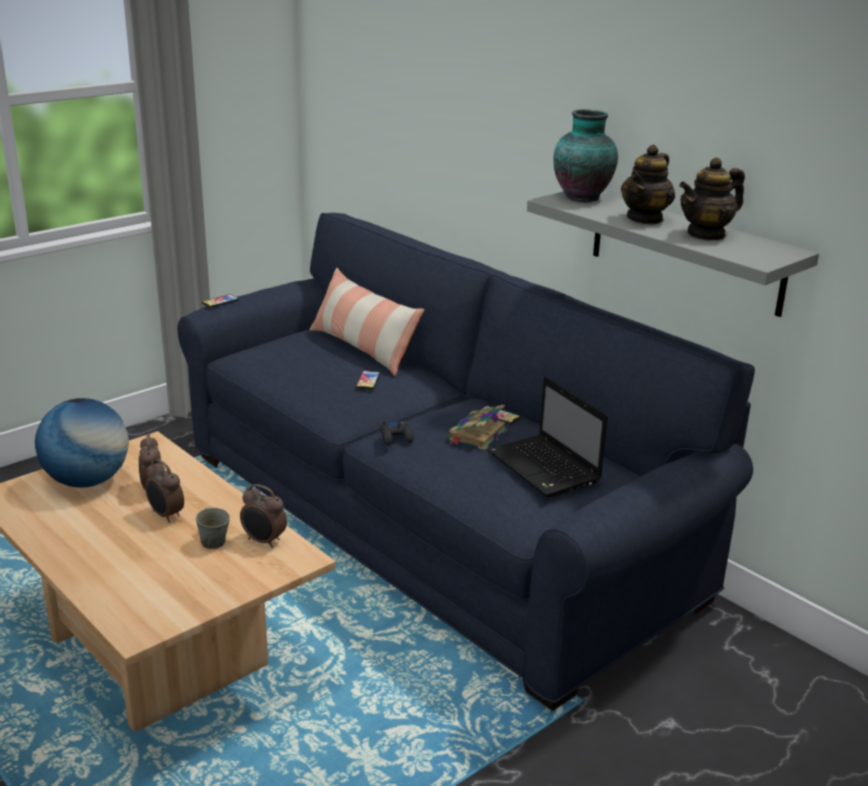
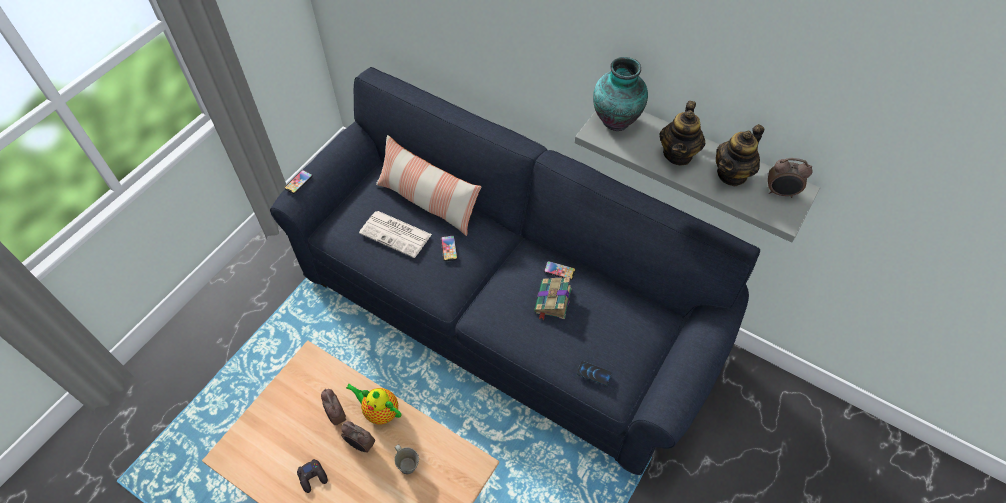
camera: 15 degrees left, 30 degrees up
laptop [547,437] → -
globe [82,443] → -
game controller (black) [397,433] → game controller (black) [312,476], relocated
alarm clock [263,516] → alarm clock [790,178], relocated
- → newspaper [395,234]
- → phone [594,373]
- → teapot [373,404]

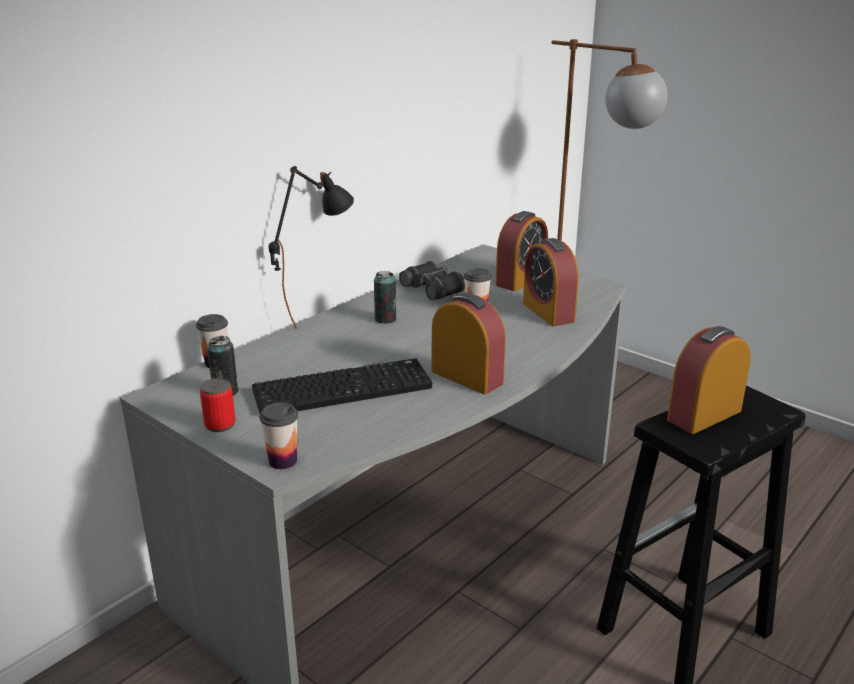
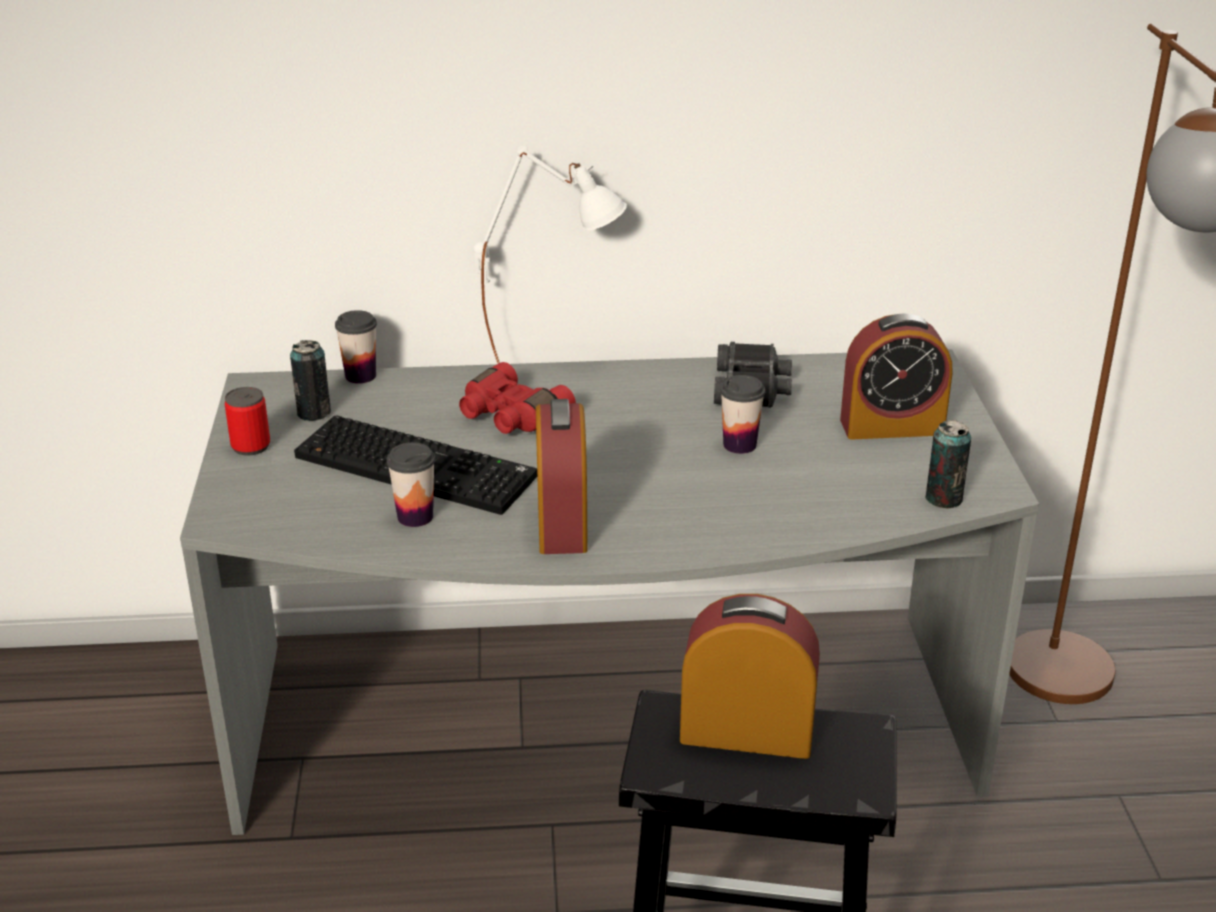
camera: 45 degrees right, 5 degrees up
table lamp (black) [311,247] → table lamp (white) [550,254]
alarm clock [551,282] → -
can [385,297] → can [948,464], relocated
cup [279,436] → cup [411,484], relocated
- → binoculars (red) [517,398]

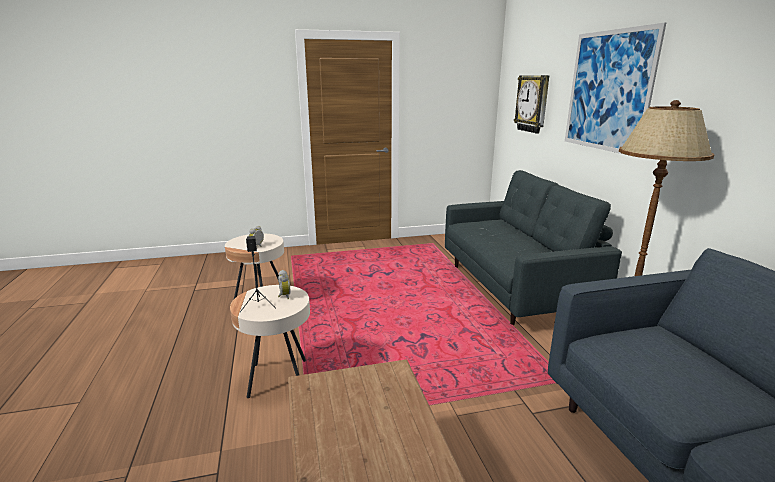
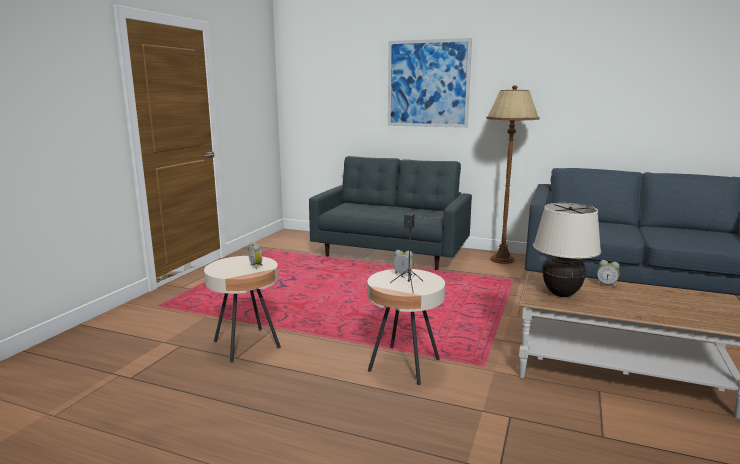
camera: 55 degrees left, 5 degrees down
wall clock [531,104] → -
- → table lamp (beige) [567,250]
- → alarm clock [608,274]

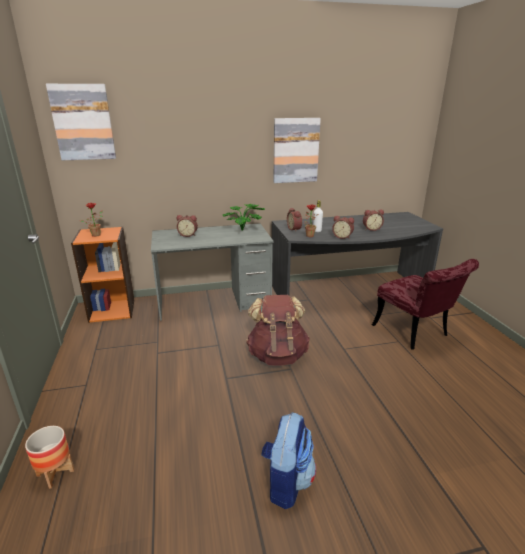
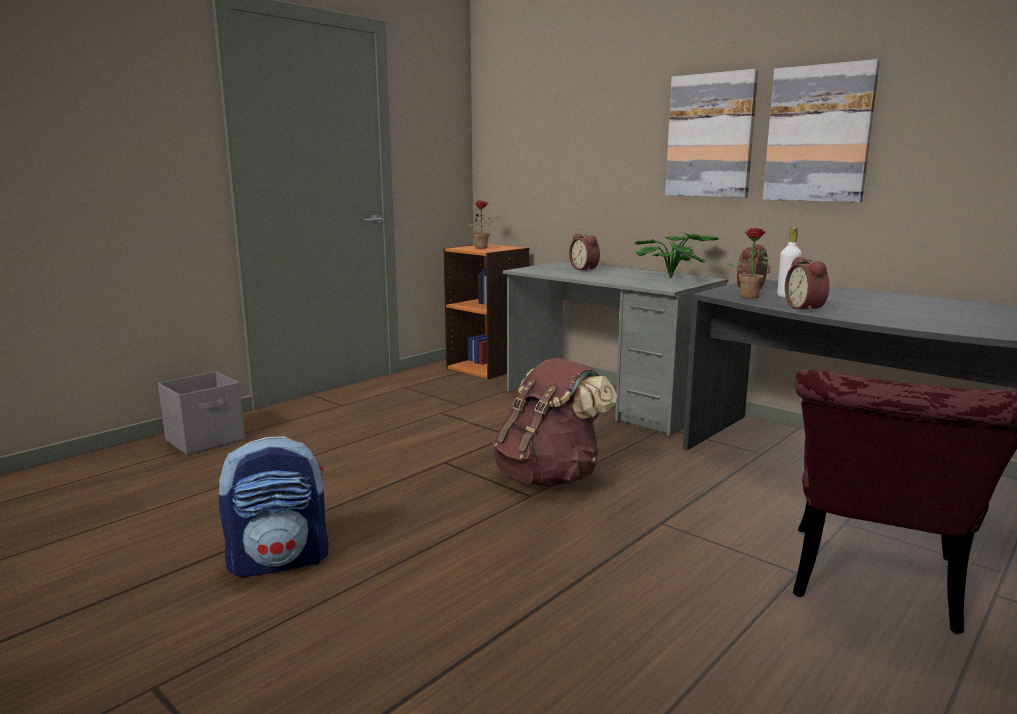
camera: 55 degrees right, 10 degrees down
picture [81,122] → picture [711,133], relocated
alarm clock [373,220] → -
planter [49,457] → storage box (grey) [201,413]

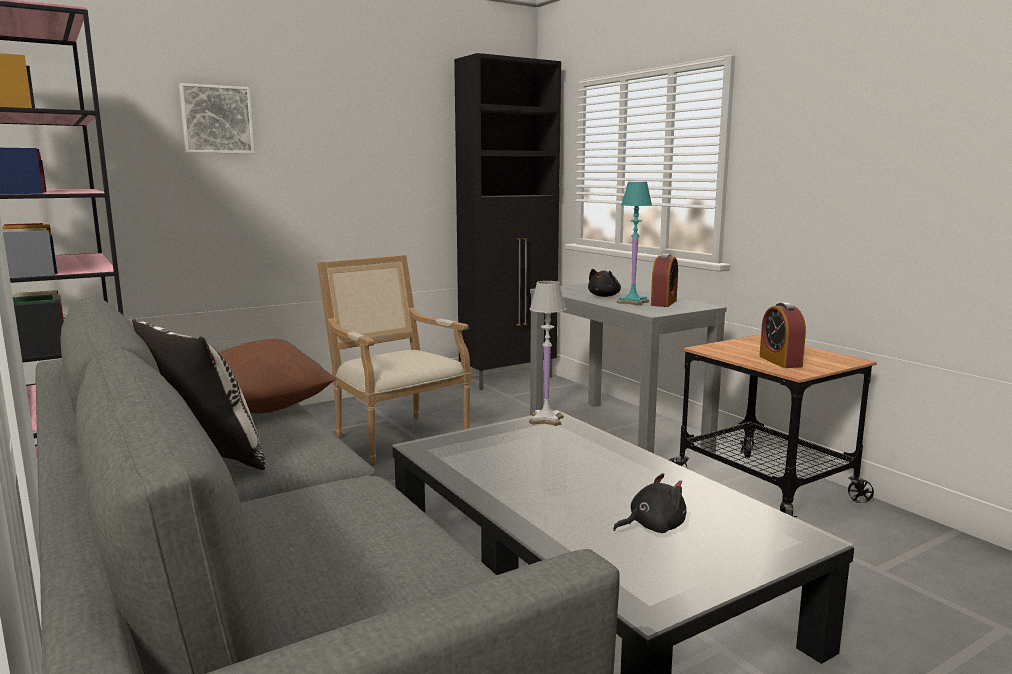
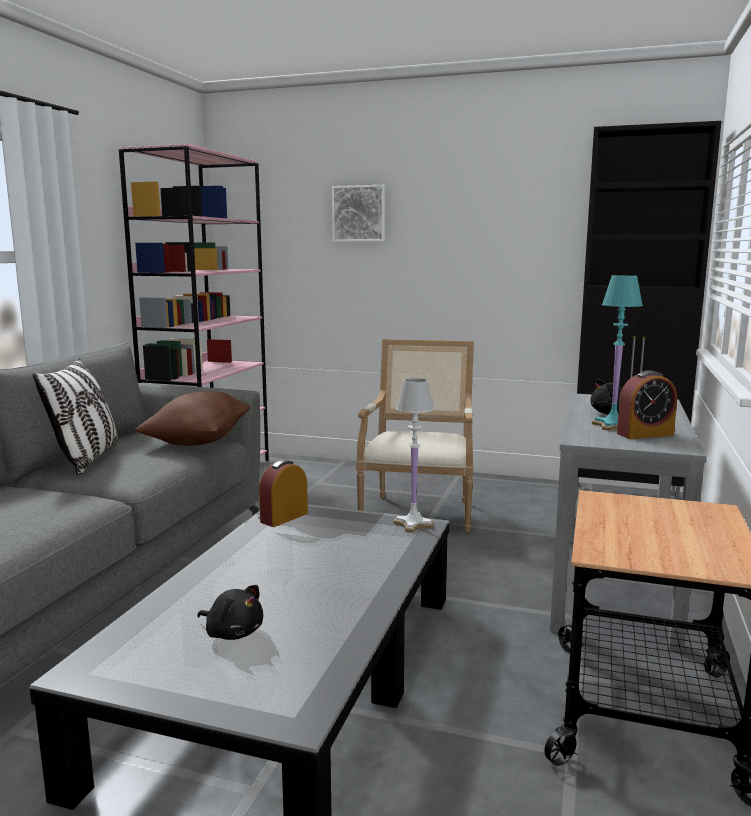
camera: 50 degrees right, 0 degrees up
alarm clock [782,335] → alarm clock [283,493], relocated

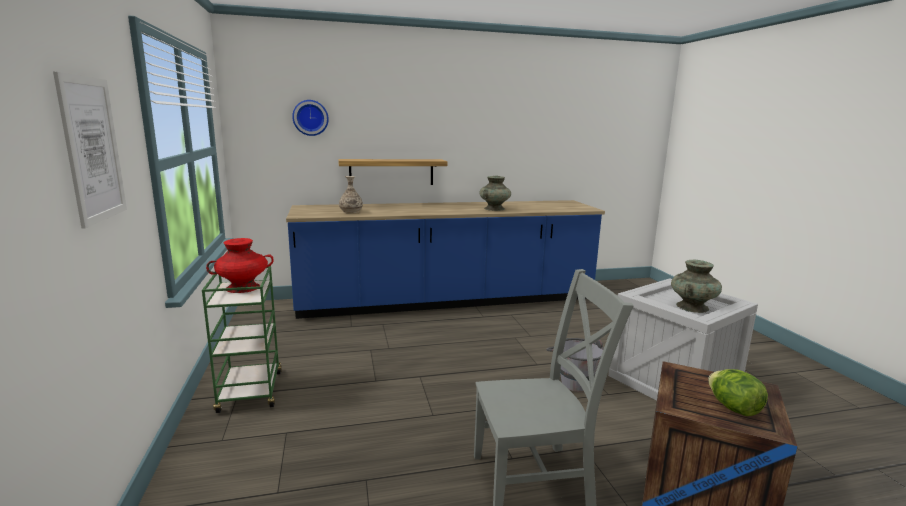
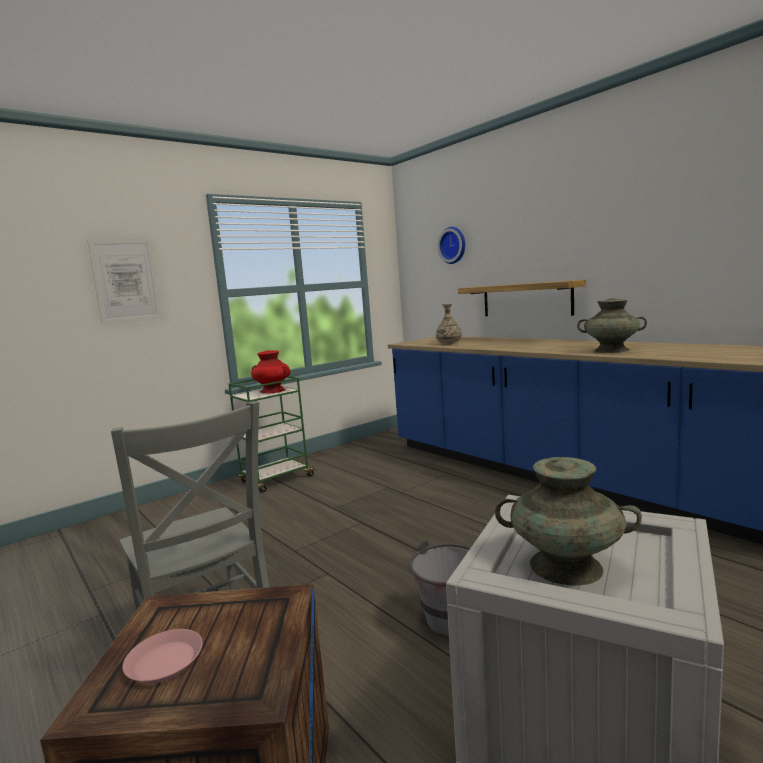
camera: 65 degrees right, 5 degrees down
lettuce [738,392] → plate (pink) [162,656]

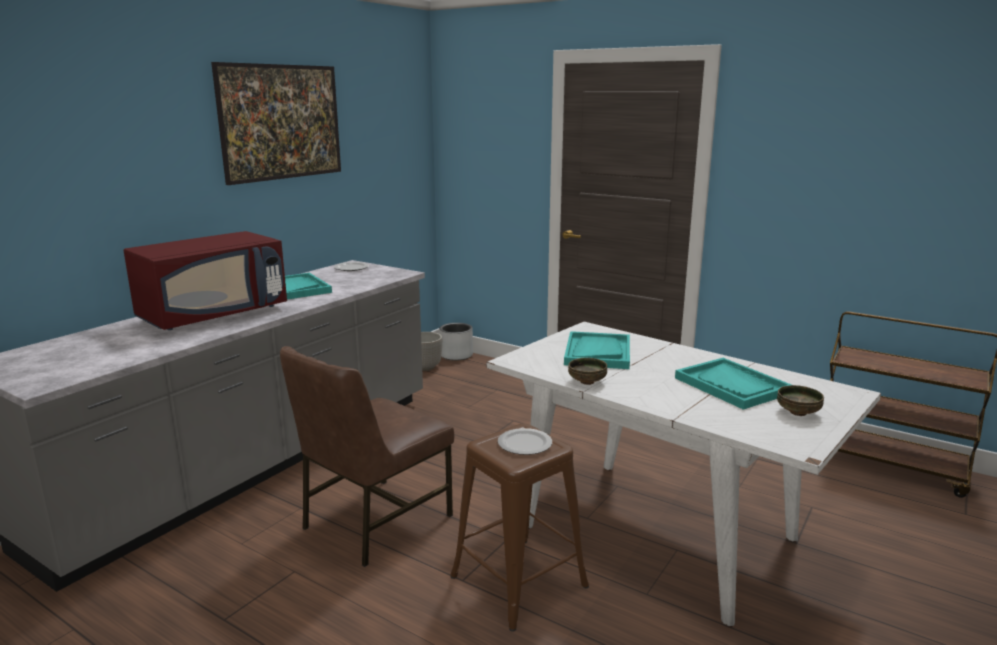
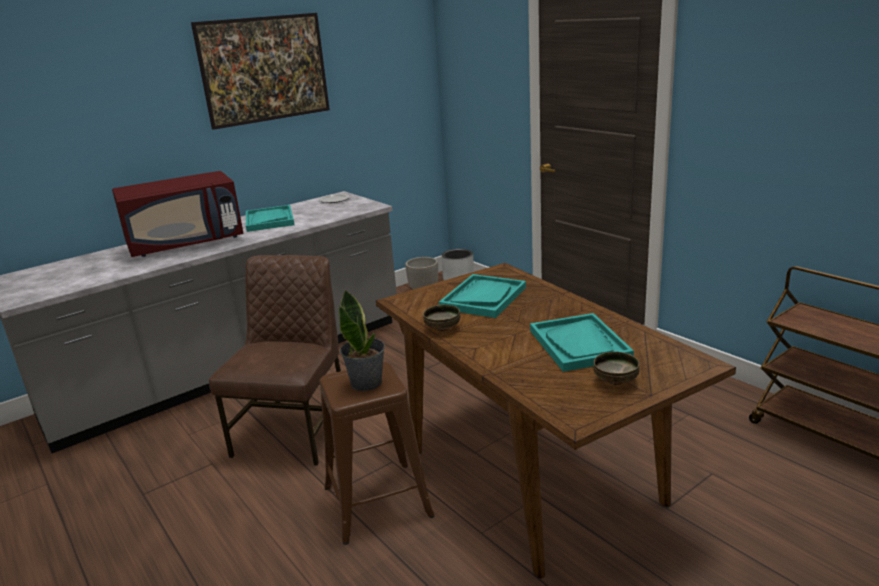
camera: 20 degrees right, 5 degrees up
dining table (white) [683,474] → dining table (brown) [556,421]
chair (brown) [367,456] → chair (brown) [275,360], 135 degrees clockwise
plate [525,441] → potted plant [362,340]

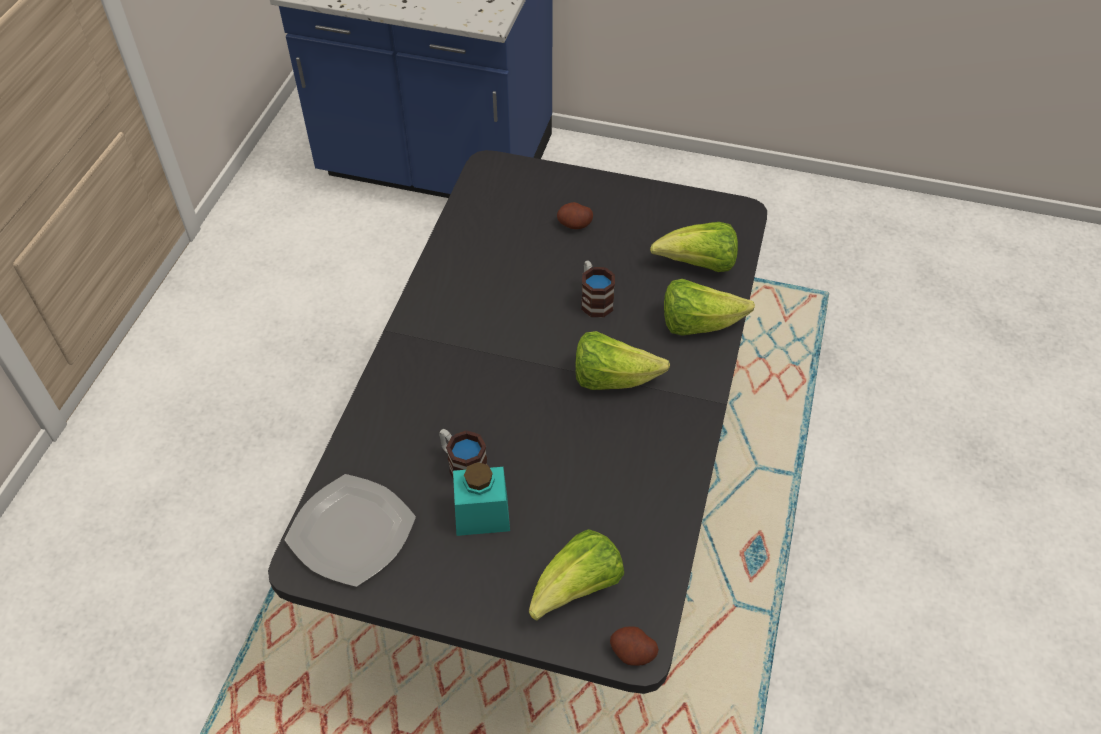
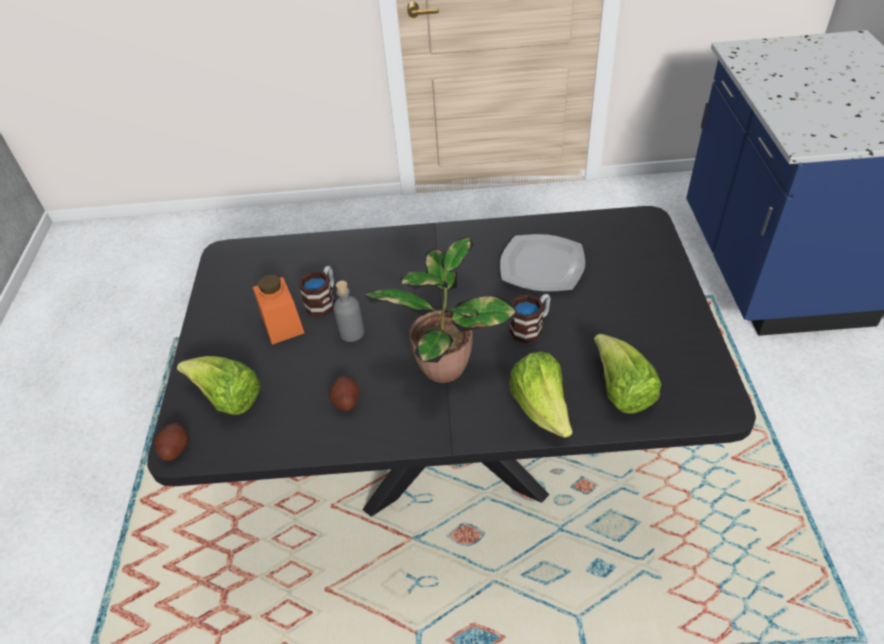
camera: 75 degrees right, 5 degrees down
potato [575,215] → potato [344,393], relocated
lettuce [622,360] → potted plant [440,310]
jar (turquoise) [481,499] → jar (orange) [278,310]
plate [350,530] → plate [542,262], relocated
- → bottle (grey) [348,311]

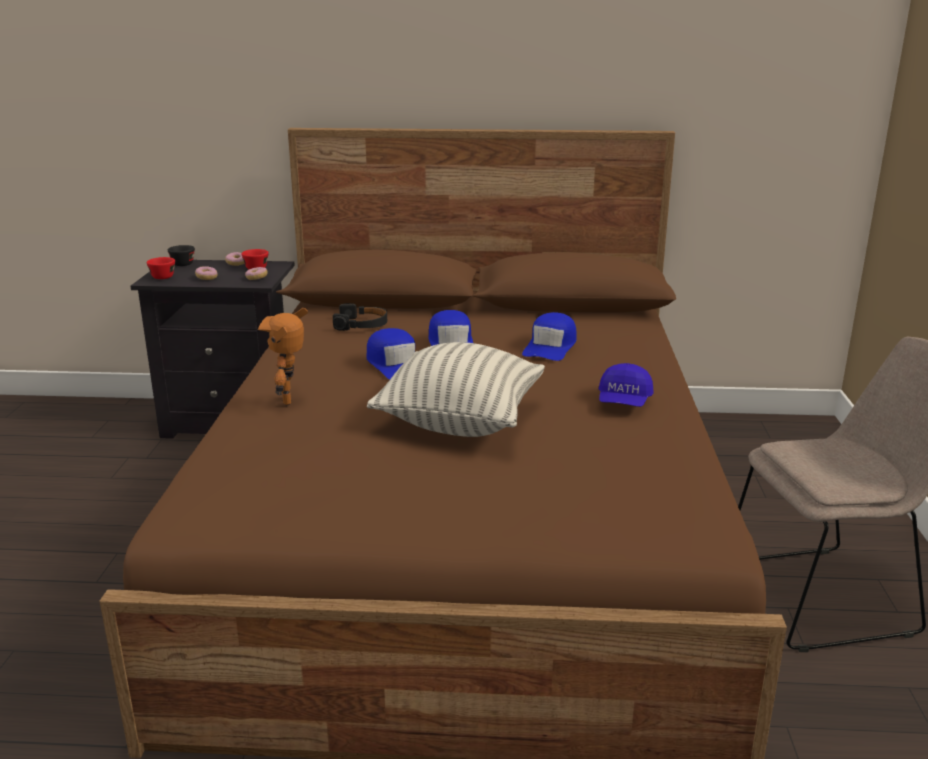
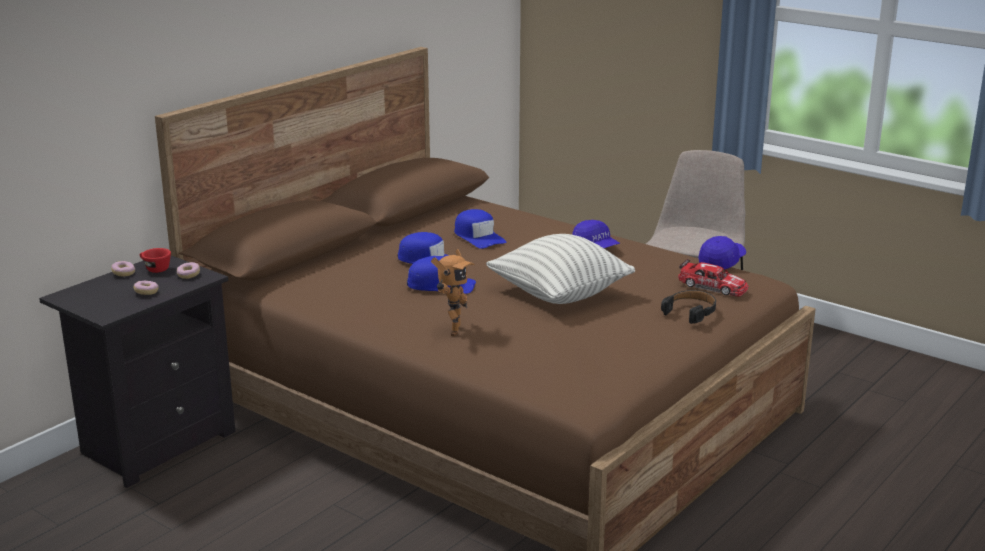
camera: 55 degrees left, 0 degrees up
cup (black) [181,255] → -
cup (red) [161,268] → -
headphones (black) [360,317] → headphones (black) [688,307], relocated
toy robot [283,357] → toy robot [453,292], 105 degrees counterclockwise
- → cap (blue) [722,253]
- → toy car [713,278]

